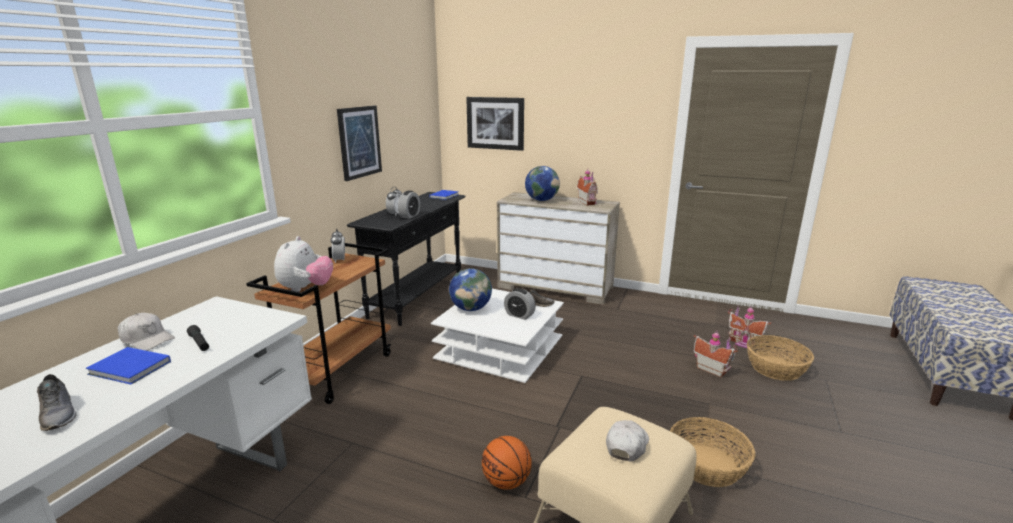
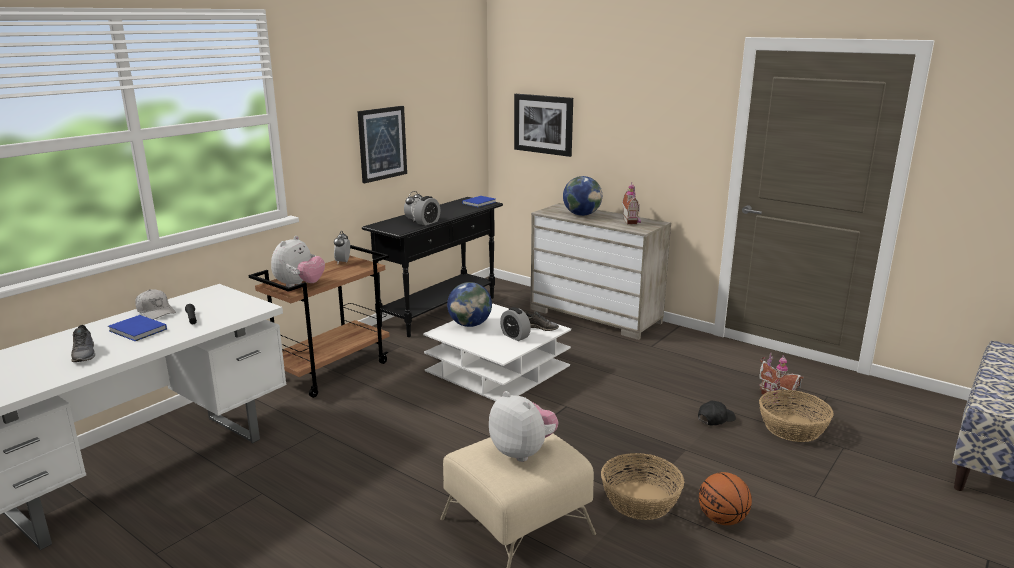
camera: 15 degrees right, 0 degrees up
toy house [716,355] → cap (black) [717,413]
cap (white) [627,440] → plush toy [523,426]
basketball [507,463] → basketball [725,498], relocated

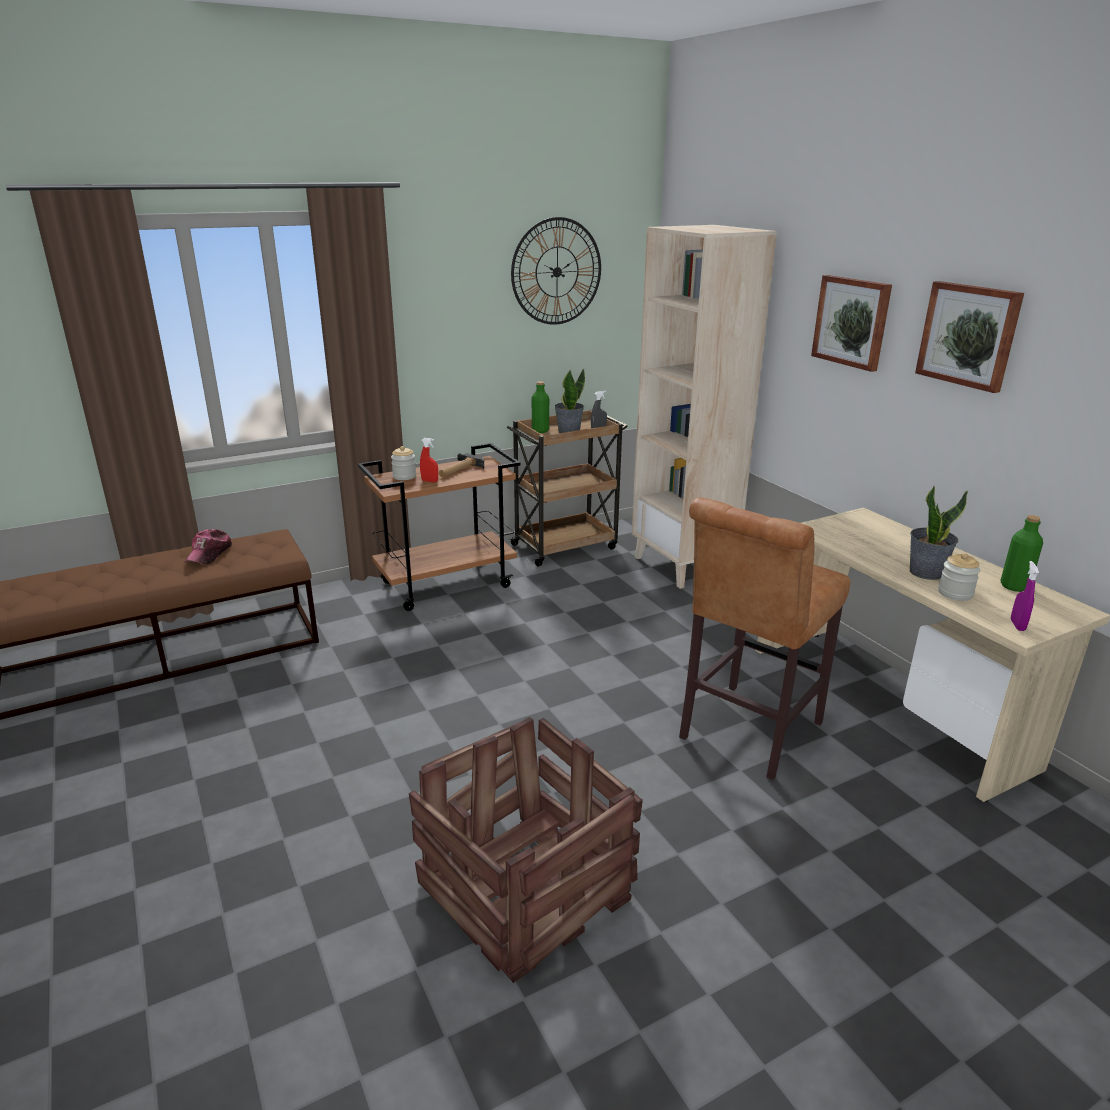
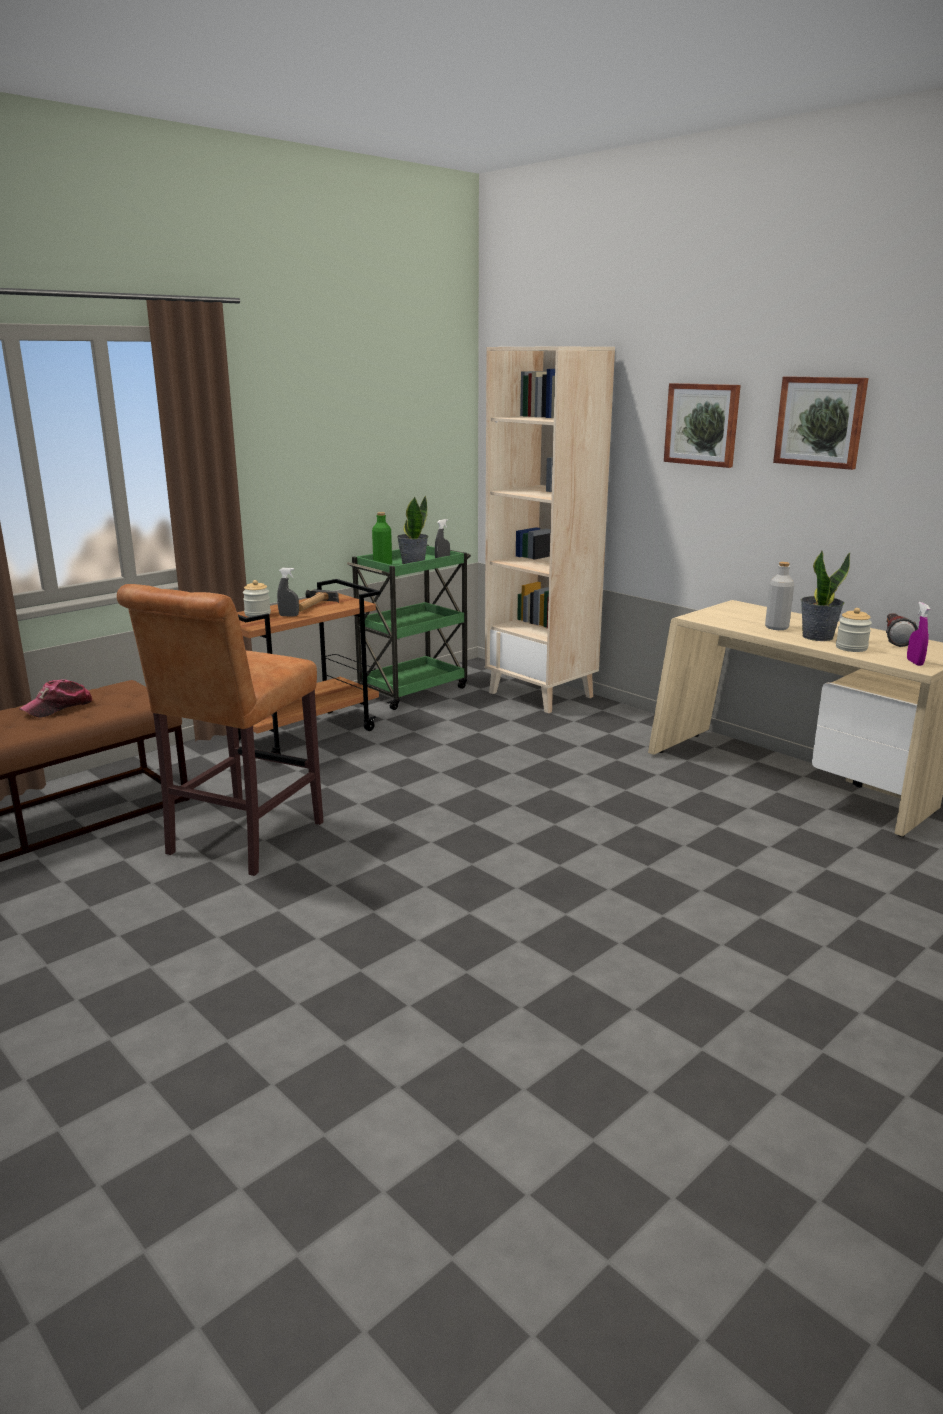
camera: 15 degrees left, 5 degrees down
wall clock [556,271] → -
cart (brown) [567,488] → cart (green) [409,627]
spray bottle (red) [429,460] → spray bottle (grey) [288,592]
stool (brown) [765,638] → stool (brown) [220,730], relocated
bottle (green) [1021,553] → flashlight [902,630]
cap [208,547] → cap [56,698], 45 degrees clockwise
crate [526,850] → -
- → bottle (grey) [779,596]

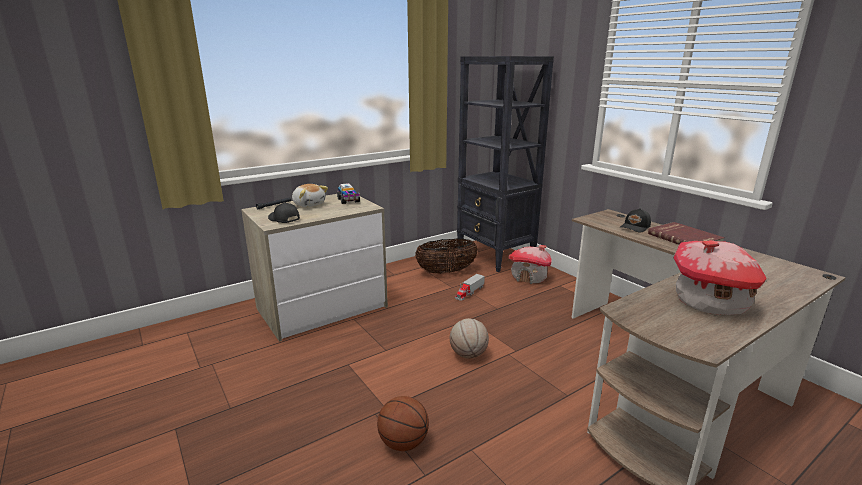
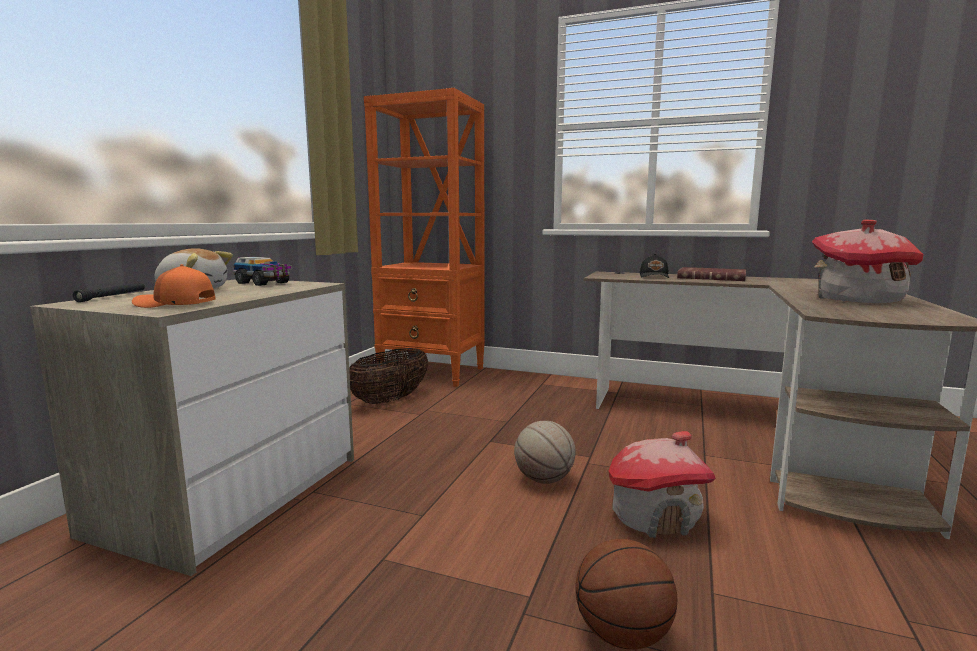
camera: 35 degrees left, 10 degrees down
bookcase (black) [505,164] → bookcase (orange) [424,237]
cap (black) [284,212] → cap (orange) [174,286]
toy house [530,264] → toy house [662,484], relocated
toy truck [470,287] → -

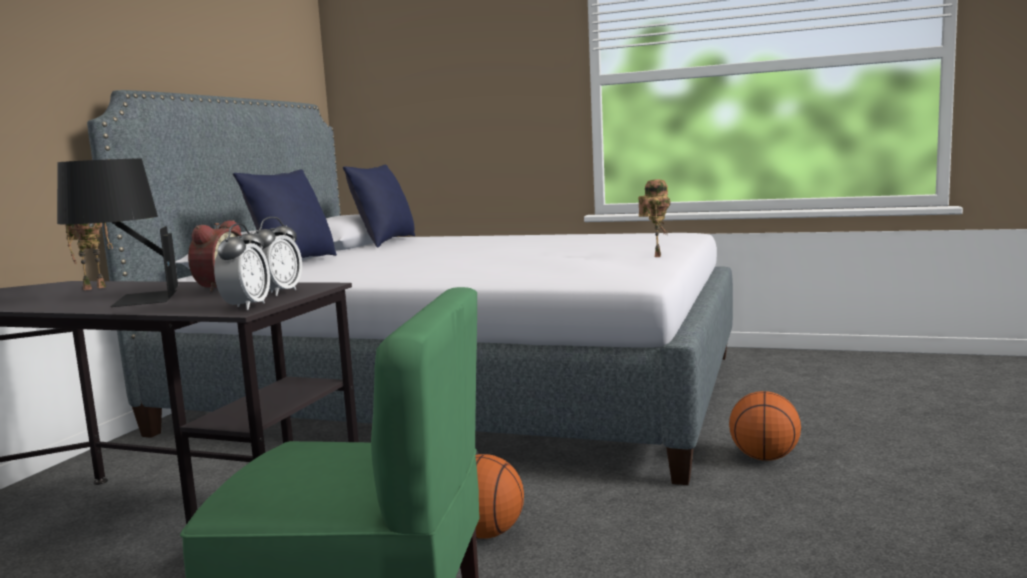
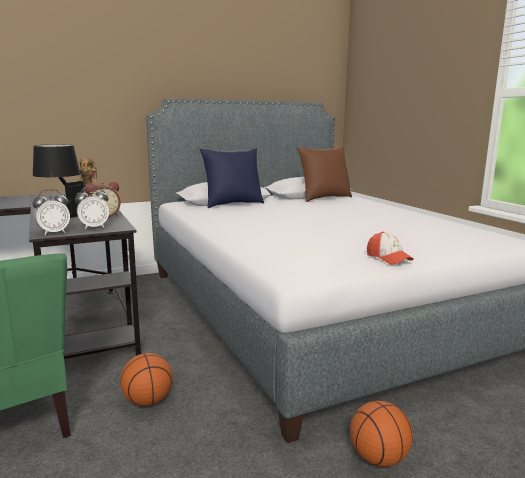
camera: 45 degrees right, 5 degrees up
pillow (blue) [379,206] → pillow (brown) [324,174]
toy robot [654,218] → cap [390,248]

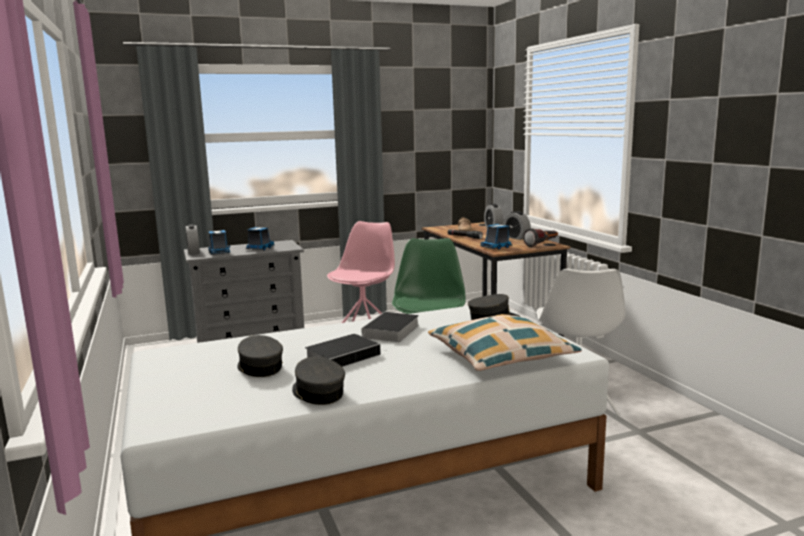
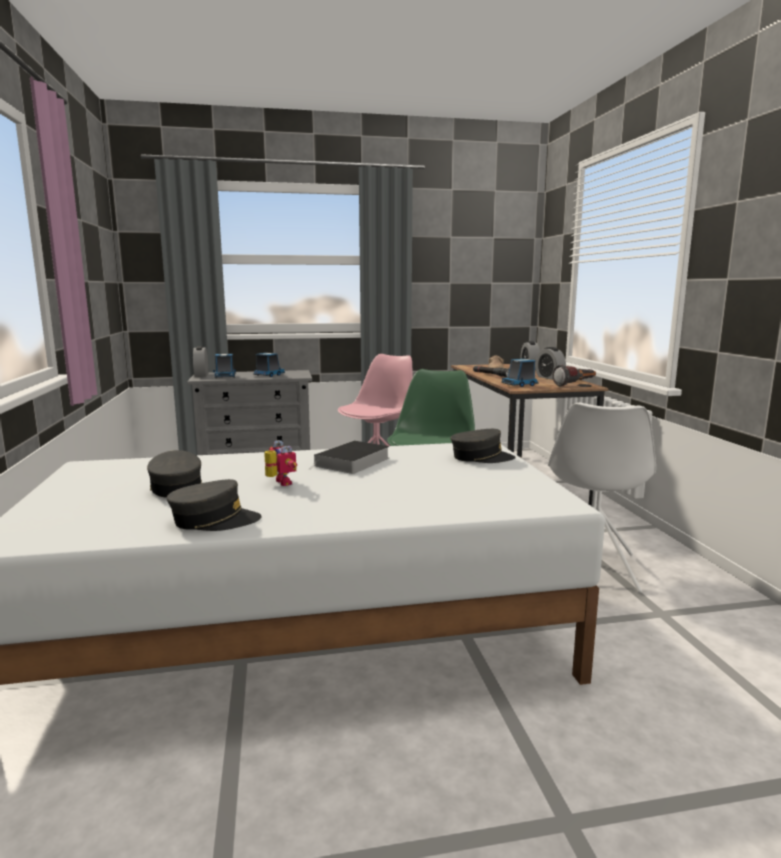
camera: 10 degrees right, 0 degrees up
pillow [505,342] → -
book [344,350] → toy robot [280,463]
cap (grey) [318,381] → cap (grey) [214,505], 105 degrees clockwise

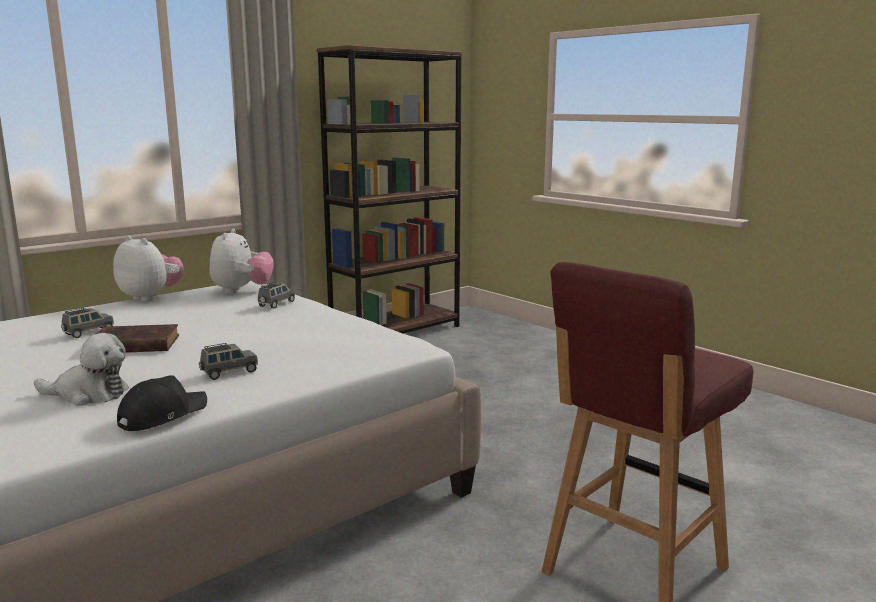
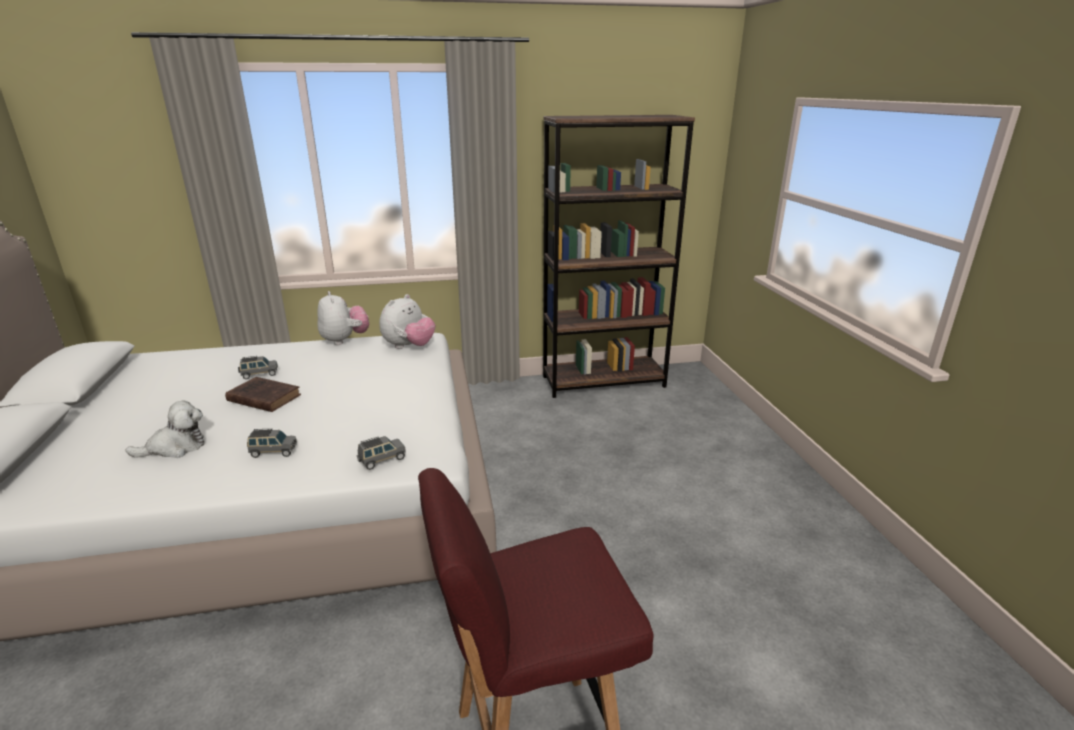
camera: 30 degrees right, 10 degrees up
toy car (grey) [276,295] → toy car (grey) [381,453], relocated
plush toy [81,369] → plush toy [164,429], 60 degrees counterclockwise
cap (black) [162,403] → -

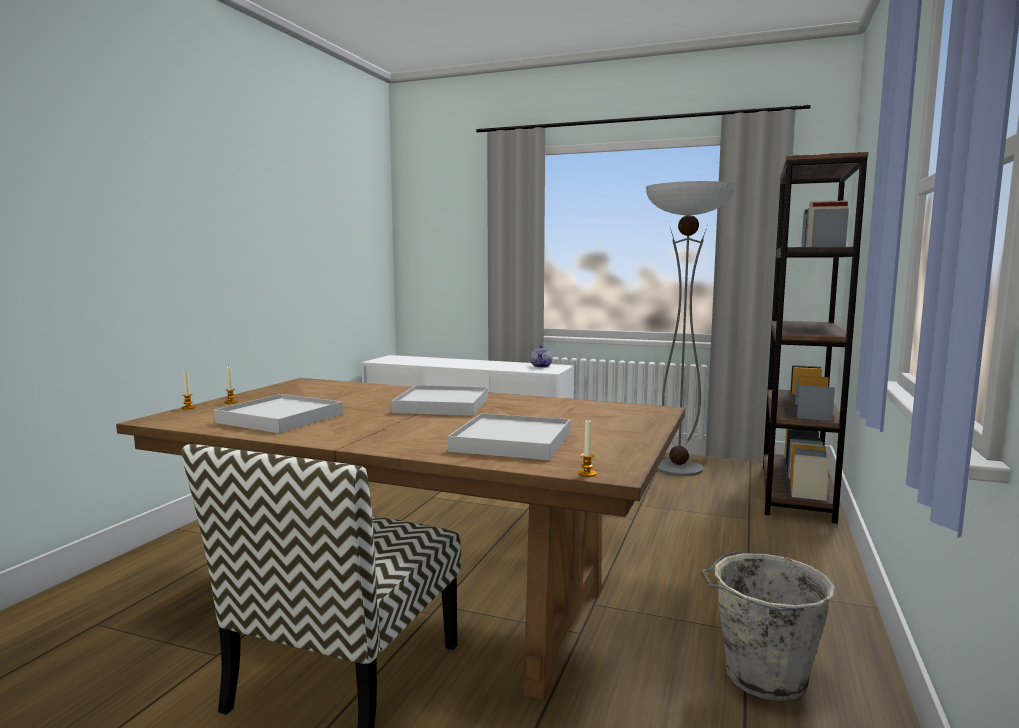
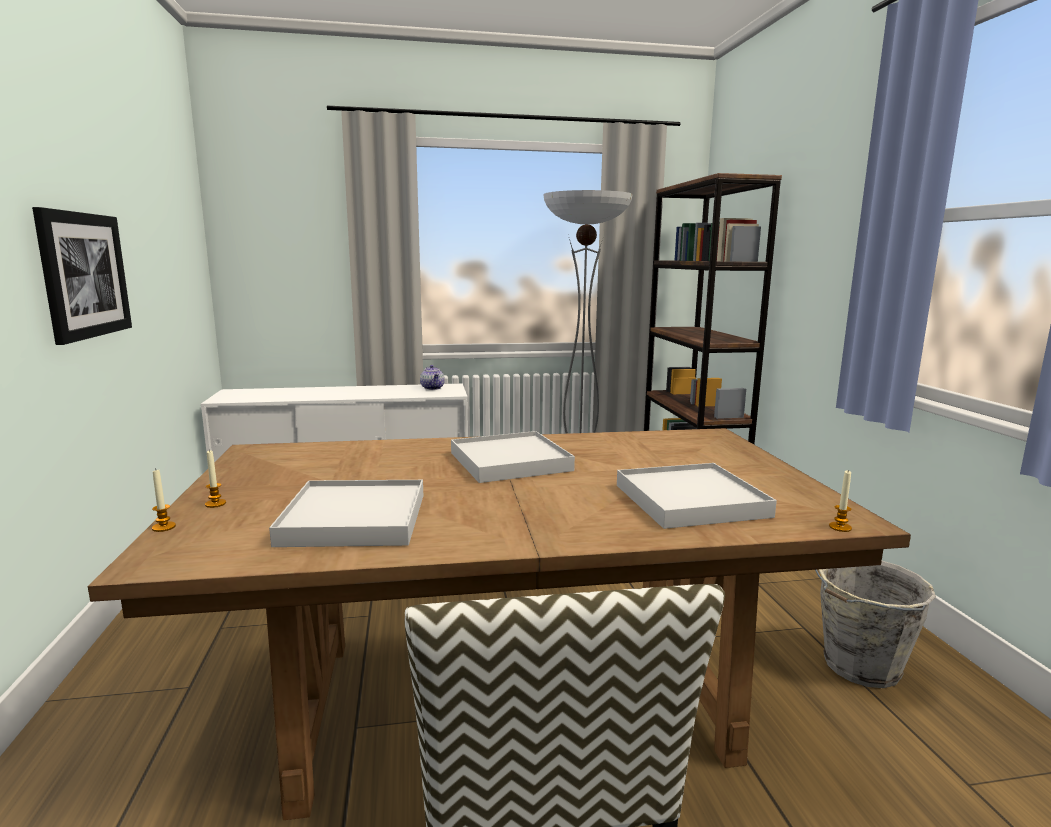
camera: 30 degrees left, 5 degrees up
- → picture [82,276]

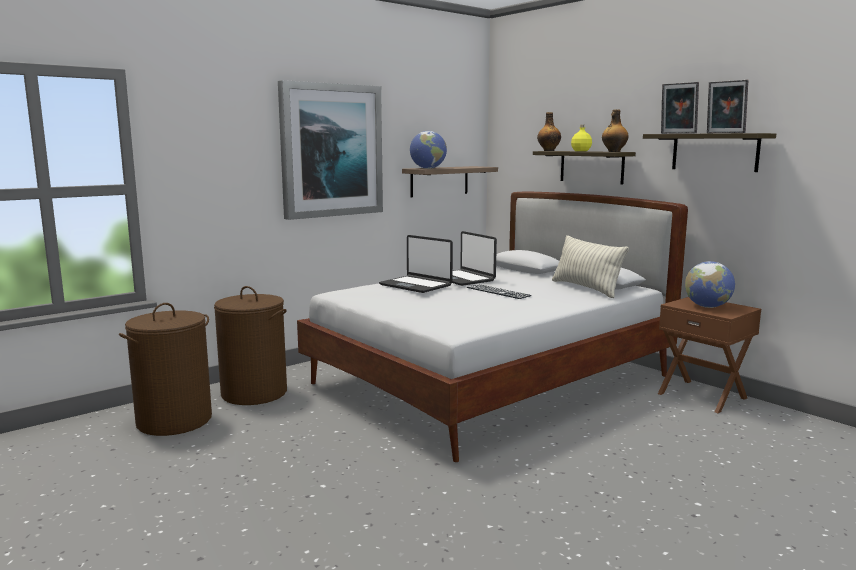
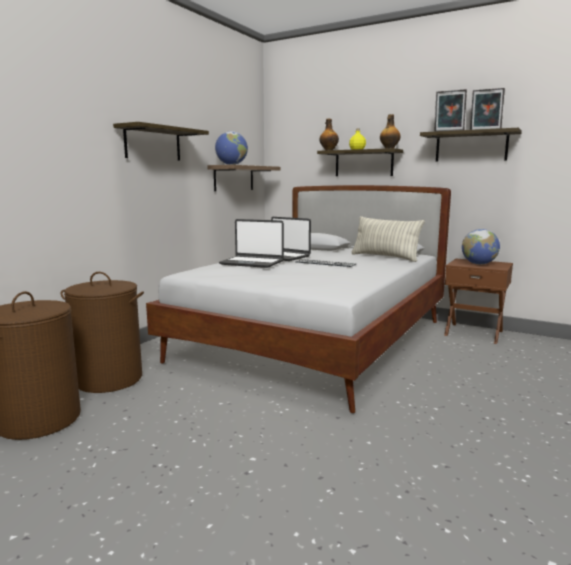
camera: 20 degrees left, 0 degrees up
picture [330,150] → shelf [161,141]

